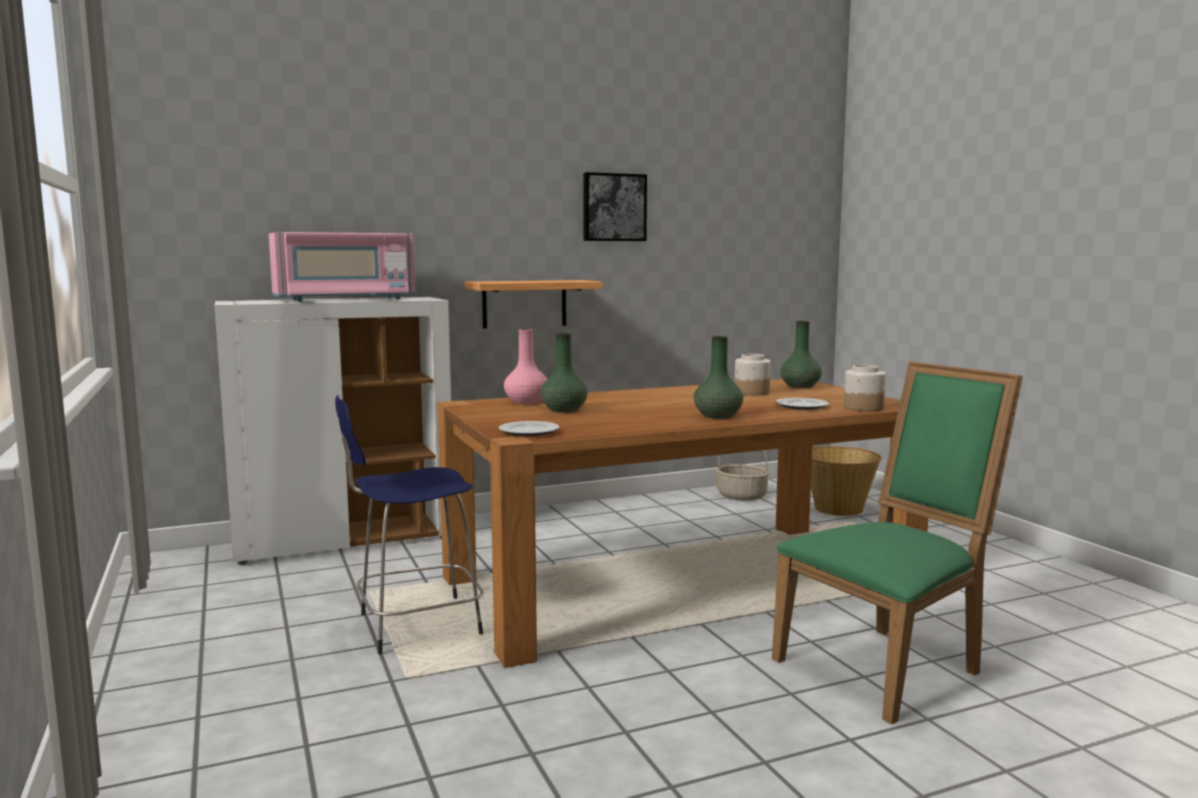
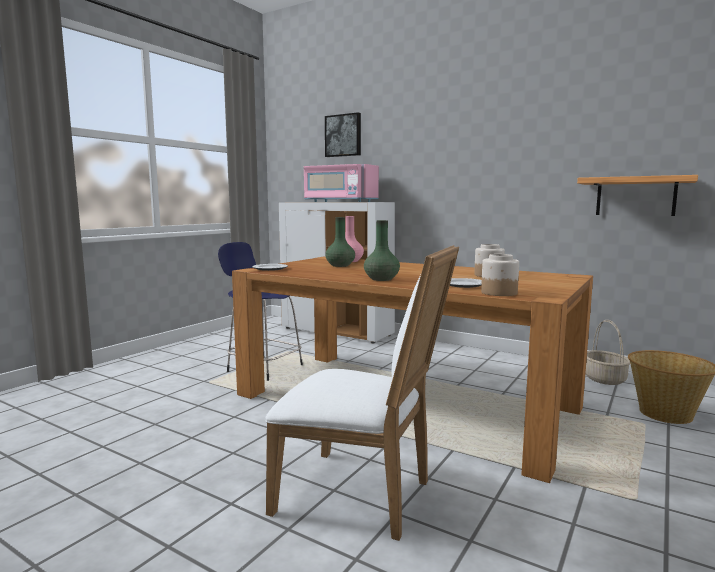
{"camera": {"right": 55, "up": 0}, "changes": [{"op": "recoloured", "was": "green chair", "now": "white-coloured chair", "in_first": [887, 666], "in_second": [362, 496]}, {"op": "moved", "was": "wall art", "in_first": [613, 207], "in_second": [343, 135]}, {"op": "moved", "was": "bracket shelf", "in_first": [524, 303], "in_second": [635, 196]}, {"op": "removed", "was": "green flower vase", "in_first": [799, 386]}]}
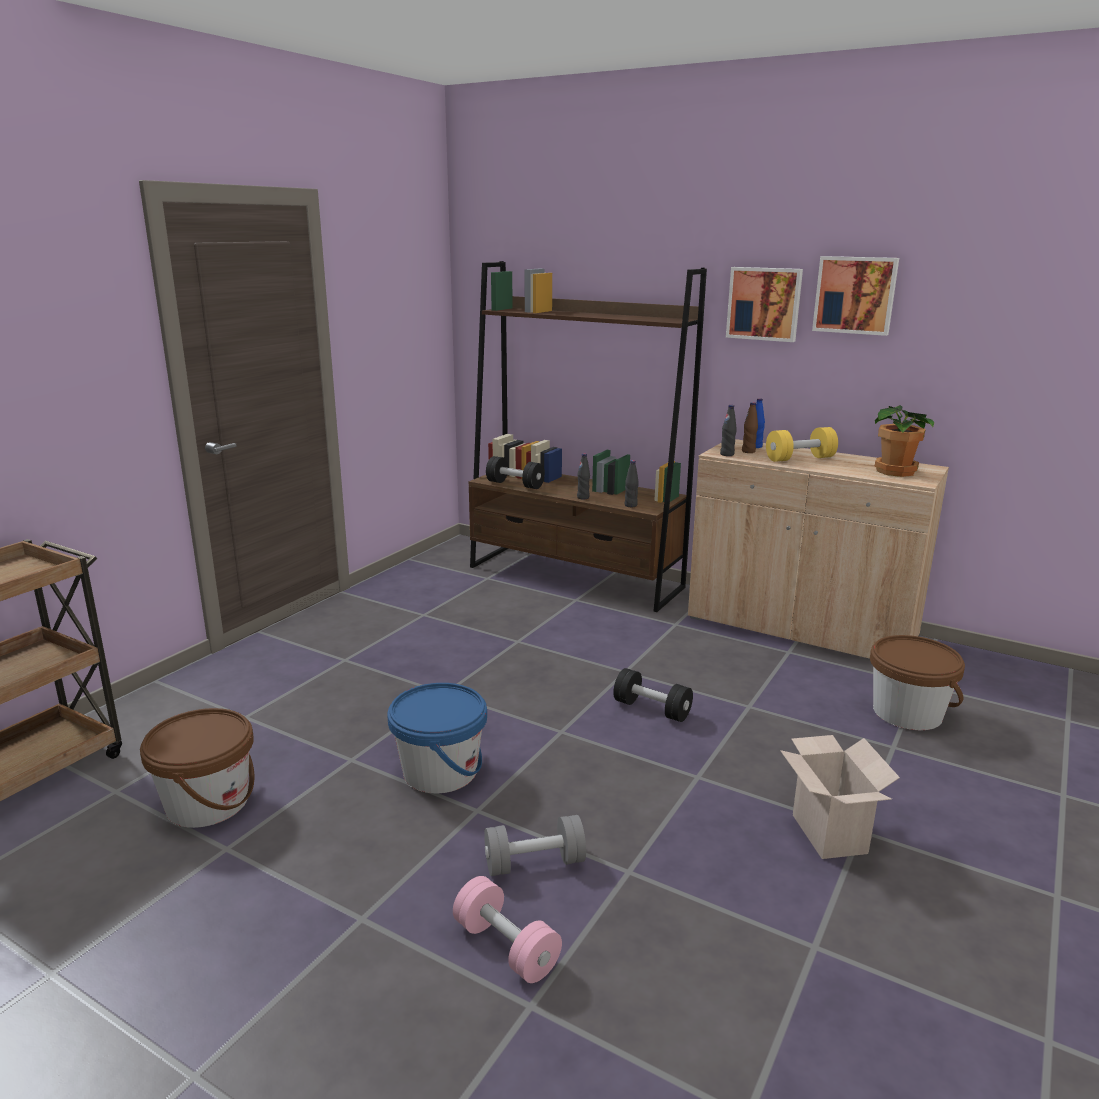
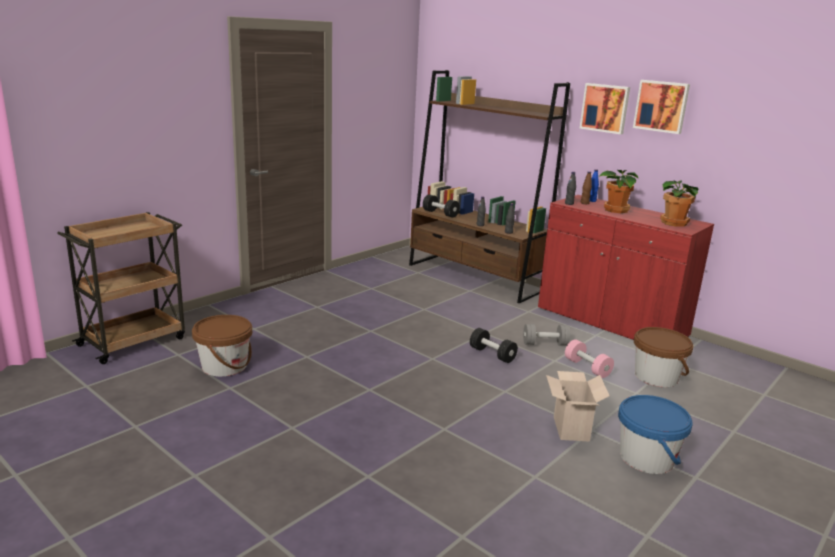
{"camera": {"right": 10, "up": 0}, "changes": [{"op": "moved", "was": "grey dumbbell", "in_first": [534, 863], "in_second": [545, 344]}, {"op": "recoloured", "was": "beige storage cabinet", "now": "reddish storage cabinet", "in_first": [800, 627], "in_second": [611, 322]}, {"op": "moved", "was": "pink-coloured dumbbell", "in_first": [506, 947], "in_second": [587, 368]}, {"op": "replaced", "was": "yellow dumbbell", "now": "houseplant", "in_first": [800, 459], "in_second": [615, 210]}, {"op": "moved", "was": "blue pail", "in_first": [440, 771], "in_second": [646, 458]}]}
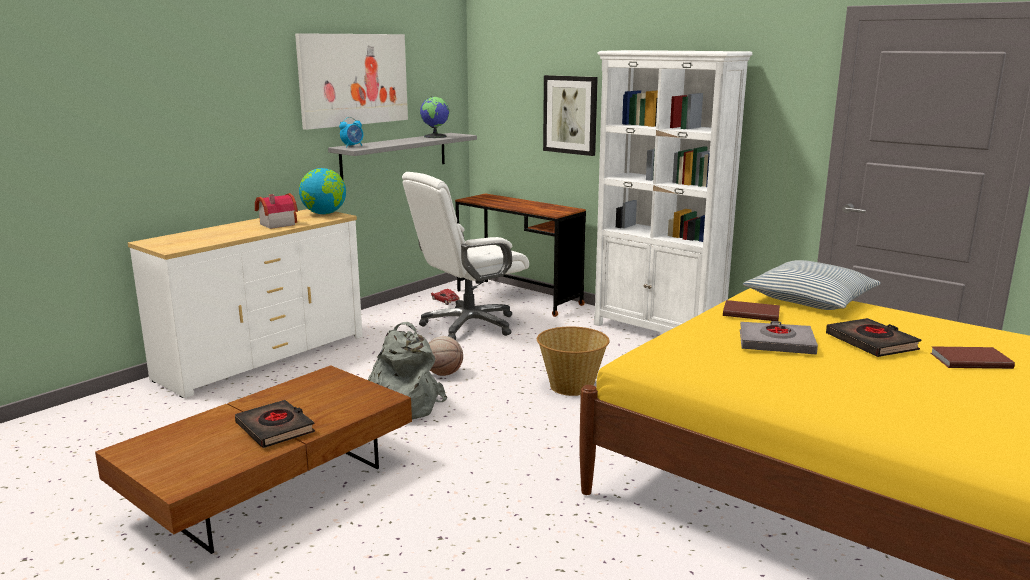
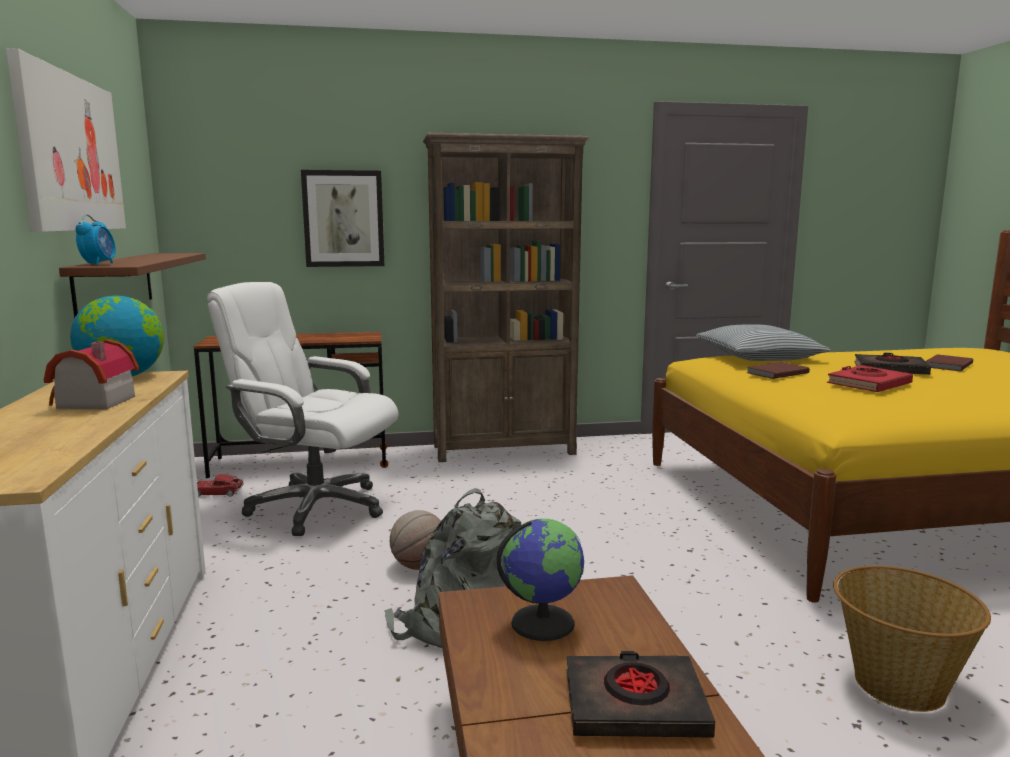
{"camera": {"right": -50, "up": -5}, "changes": [{"op": "recoloured", "was": "grey bracket shelf", "now": "brown bracket shelf", "in_first": [394, 155], "in_second": [115, 285]}, {"op": "turned", "was": "white-coloured computer chair", "in_first": [468, 325], "in_second": [315, 507], "clockwise": 105}, {"op": "recoloured", "was": "white-coloured bookshelf", "now": "brown bookshelf", "in_first": [658, 332], "in_second": [505, 450]}, {"op": "moved", "was": "desk globe", "in_first": [435, 136], "in_second": [542, 622]}, {"op": "recoloured", "was": "grey bound book", "now": "reddish bound book", "in_first": [776, 343], "in_second": [868, 384]}, {"op": "moved", "was": "household basket", "in_first": [571, 386], "in_second": [897, 684]}]}
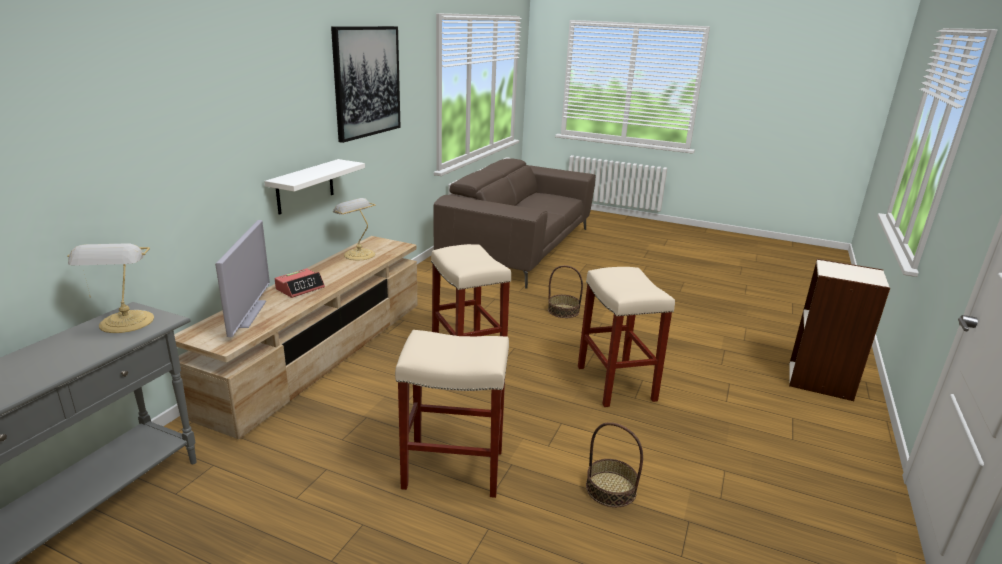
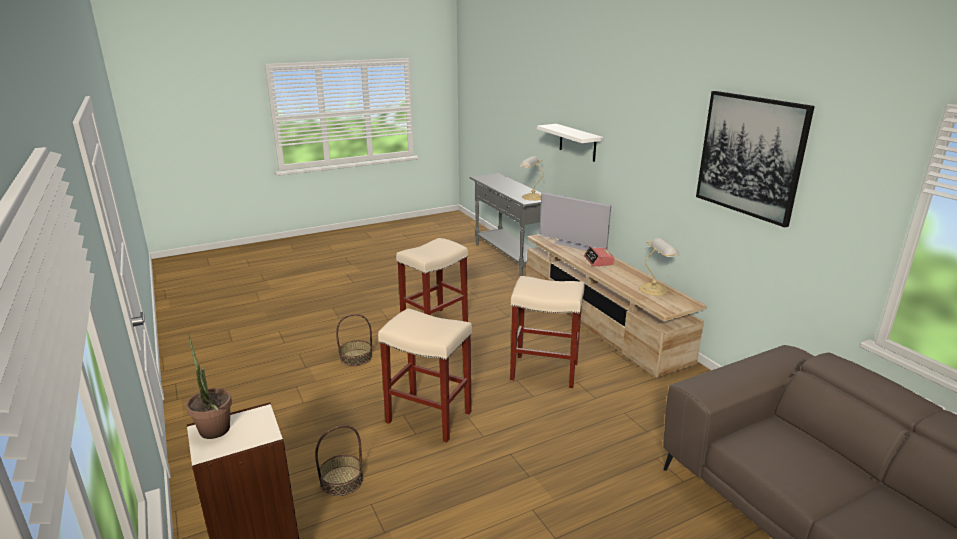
{"camera": {"right": 130, "up": 0}, "changes": [{"op": "added", "now": "houseplant", "in_second": [215, 434]}, {"op": "moved", "was": "household basket", "in_first": [563, 311], "in_second": [342, 481]}, {"op": "moved", "was": "white-coloured bracket shelf", "in_first": [305, 186], "in_second": [577, 142]}]}
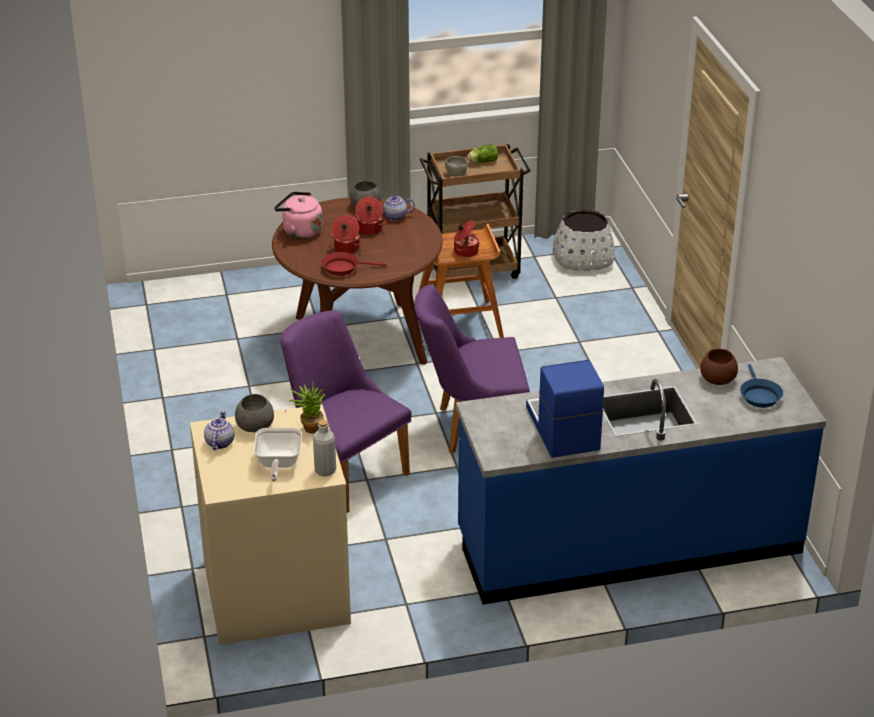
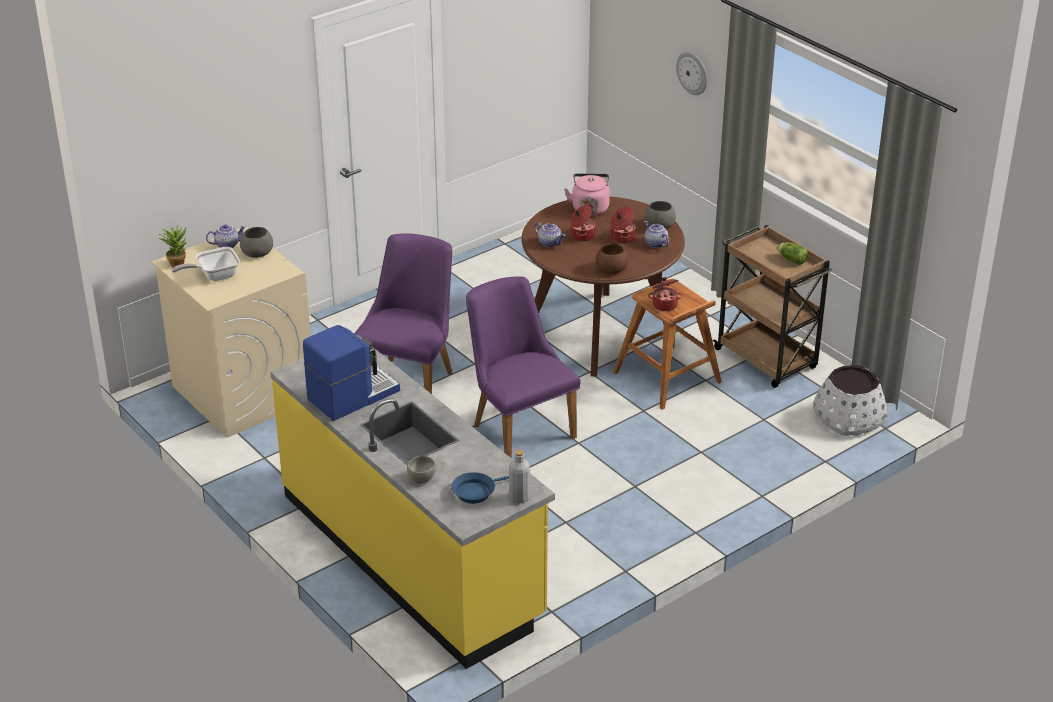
{"camera": {"right": 65, "up": 0}, "changes": [{"op": "moved", "was": "houseplant", "in_first": [309, 427], "in_second": [177, 262]}, {"op": "recoloured", "was": "blue kitchen counter", "now": "yellow kitchen counter", "in_first": [628, 543], "in_second": [412, 556]}, {"op": "moved", "was": "grey serving bowl", "in_first": [456, 174], "in_second": [421, 478]}, {"op": "moved", "was": "grey beverage bottle", "in_first": [325, 470], "in_second": [519, 498]}, {"op": "replaced", "was": "reddish frying pan", "now": "pot for tea", "in_first": [343, 268], "in_second": [550, 243]}, {"op": "moved", "was": "brown serving bowl", "in_first": [717, 379], "in_second": [610, 269]}, {"op": "added", "now": "clock on the wall", "in_second": [692, 73]}]}
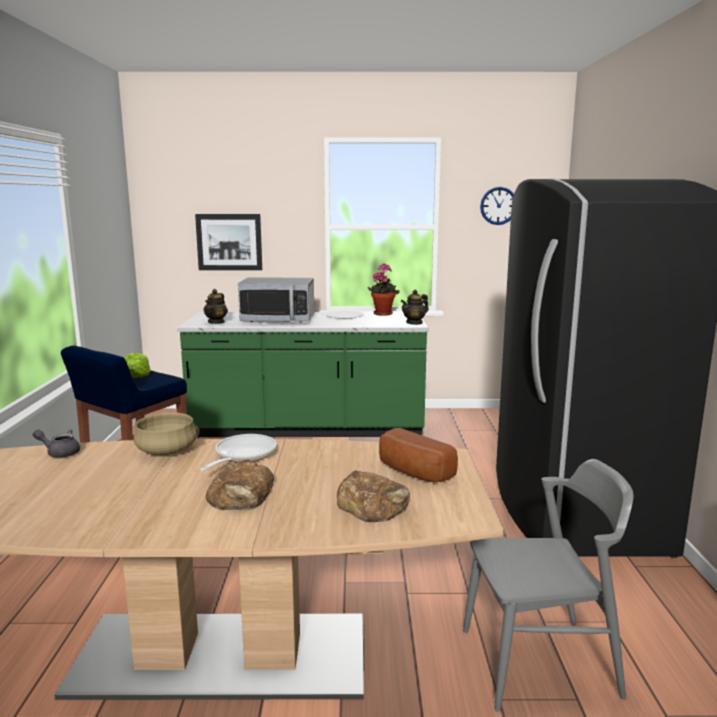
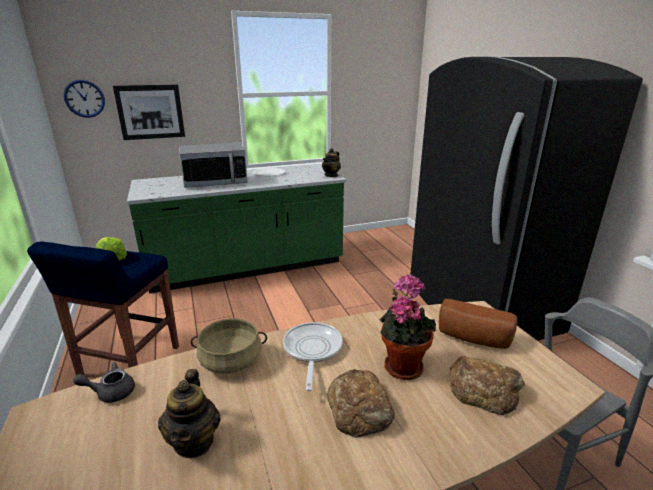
{"camera": {"right": -20, "up": 10}, "changes": [{"op": "moved", "was": "clock on the wall", "in_first": [498, 206], "in_second": [84, 98]}, {"op": "moved", "was": "pot for tea", "in_first": [216, 322], "in_second": [194, 441]}, {"op": "moved", "was": "houseplant", "in_first": [383, 313], "in_second": [402, 365]}]}
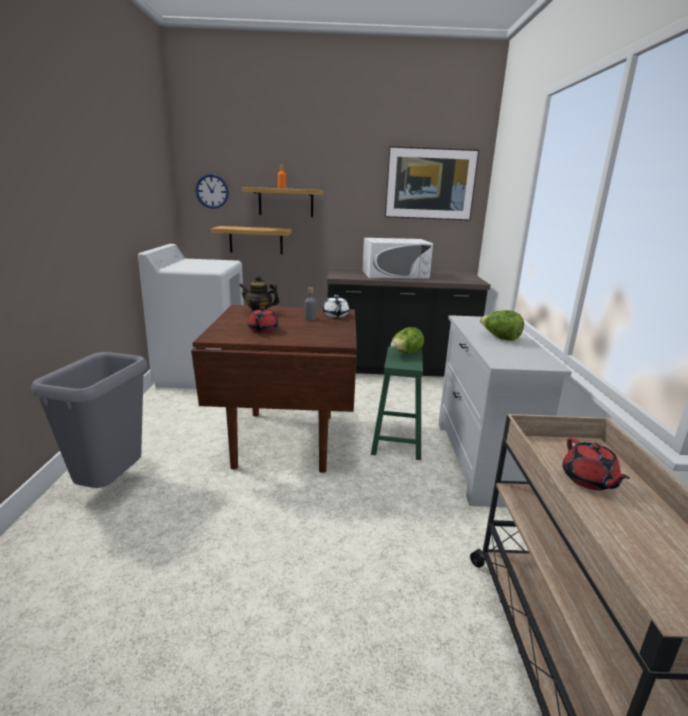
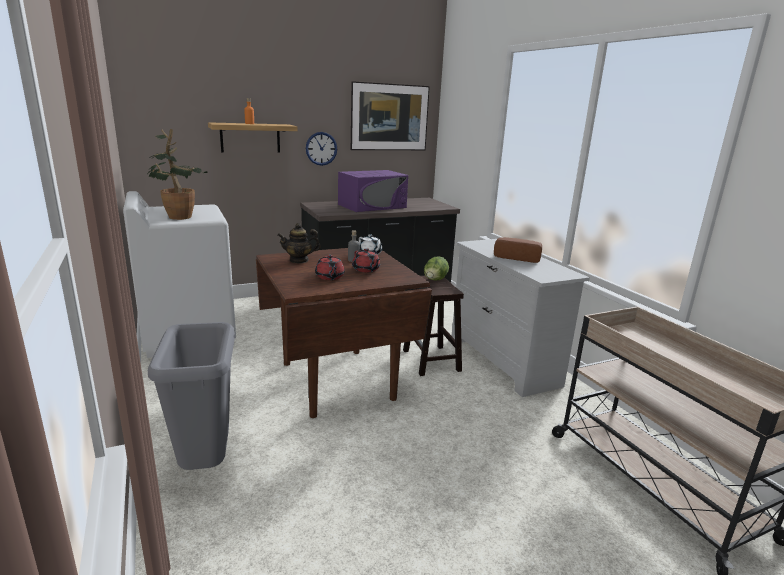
{"camera": {"right": -25, "up": 0}, "changes": [{"op": "added", "now": "houseplant", "in_second": [178, 216]}, {"op": "moved", "was": "clock on the wall", "in_first": [212, 191], "in_second": [321, 148]}, {"op": "recoloured", "was": "white-coloured kitchen microwave", "now": "purplish kitchen microwave", "in_first": [395, 274], "in_second": [372, 206]}, {"op": "moved", "was": "reddish pot for tea", "in_first": [589, 480], "in_second": [366, 270]}, {"op": "recoloured", "was": "green stool", "now": "brown stool", "in_first": [397, 442], "in_second": [432, 361]}, {"op": "replaced", "was": "head of lettuce", "now": "baked bread", "in_first": [499, 338], "in_second": [517, 257]}, {"op": "removed", "was": "bracket shelf", "in_first": [256, 240]}]}
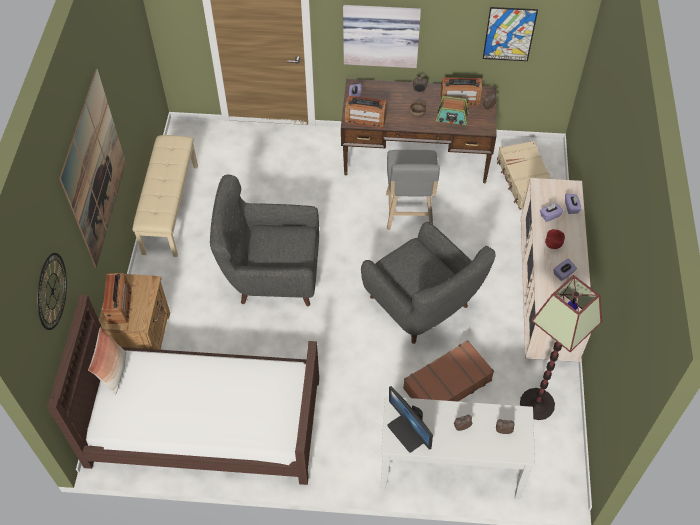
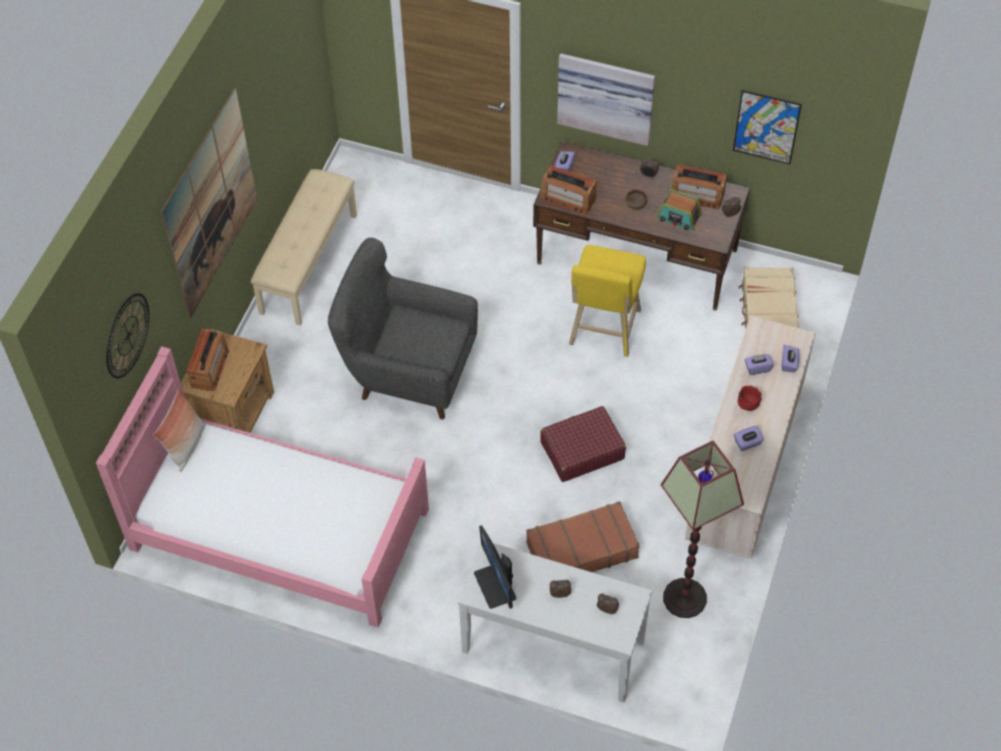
{"camera": {"right": 15, "up": 0}, "changes": [{"op": "recoloured", "was": "brown sleeping bed", "now": "pink-coloured sleeping bed", "in_first": [204, 422], "in_second": [278, 528]}, {"op": "replaced", "was": "grey easy chair", "now": "reddish suitcase", "in_first": [422, 307], "in_second": [581, 450]}, {"op": "recoloured", "was": "grey stool", "now": "yellow stool", "in_first": [409, 214], "in_second": [603, 331]}]}
